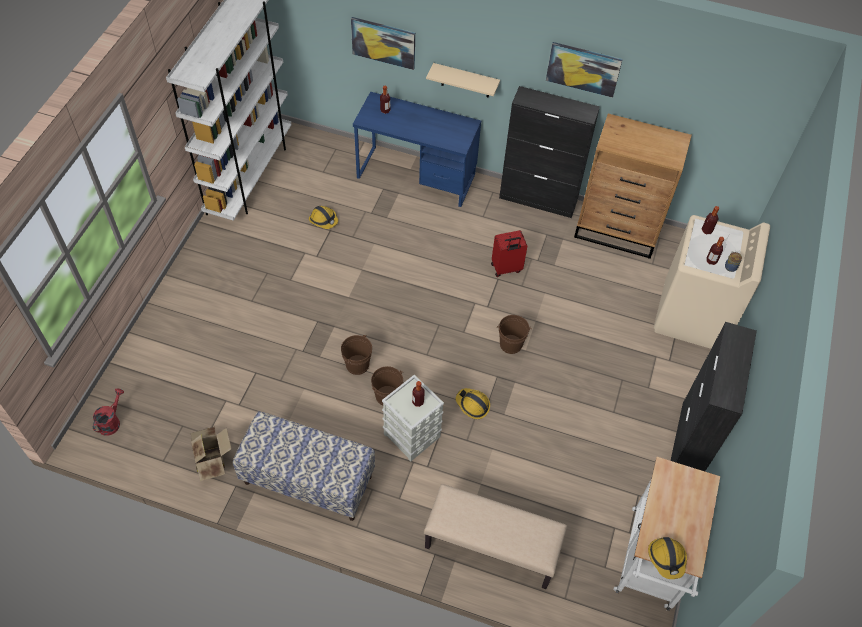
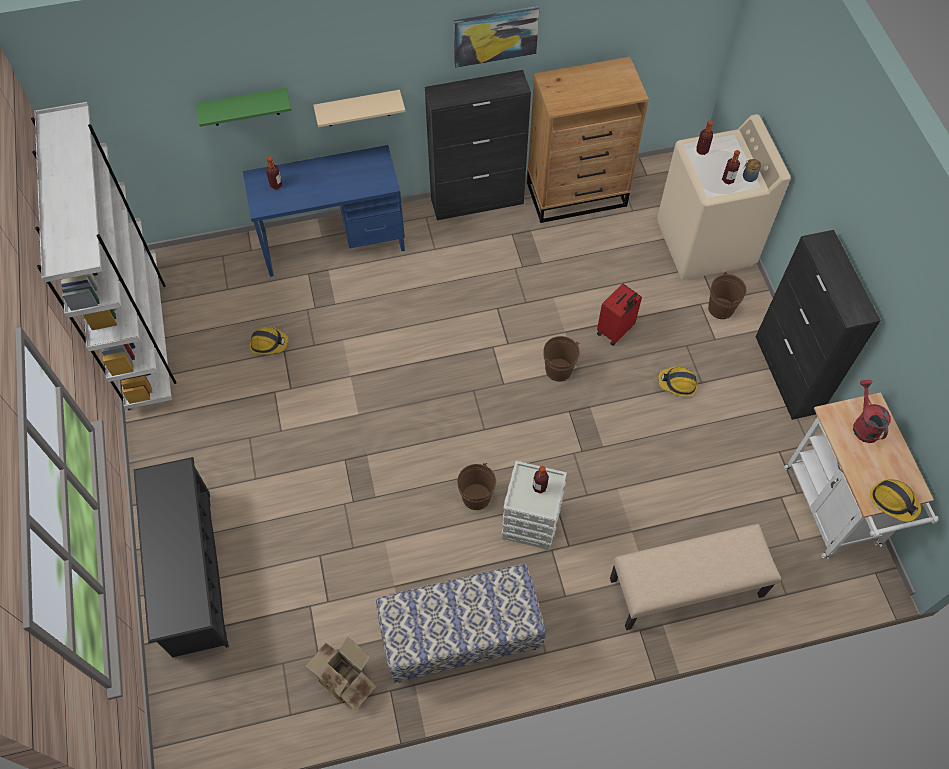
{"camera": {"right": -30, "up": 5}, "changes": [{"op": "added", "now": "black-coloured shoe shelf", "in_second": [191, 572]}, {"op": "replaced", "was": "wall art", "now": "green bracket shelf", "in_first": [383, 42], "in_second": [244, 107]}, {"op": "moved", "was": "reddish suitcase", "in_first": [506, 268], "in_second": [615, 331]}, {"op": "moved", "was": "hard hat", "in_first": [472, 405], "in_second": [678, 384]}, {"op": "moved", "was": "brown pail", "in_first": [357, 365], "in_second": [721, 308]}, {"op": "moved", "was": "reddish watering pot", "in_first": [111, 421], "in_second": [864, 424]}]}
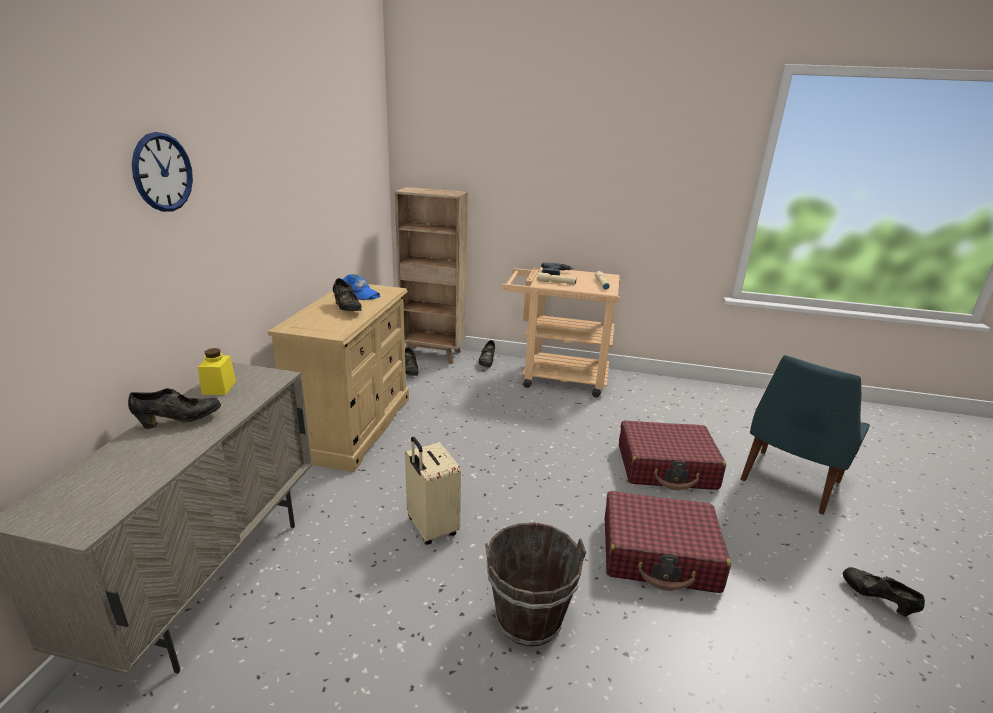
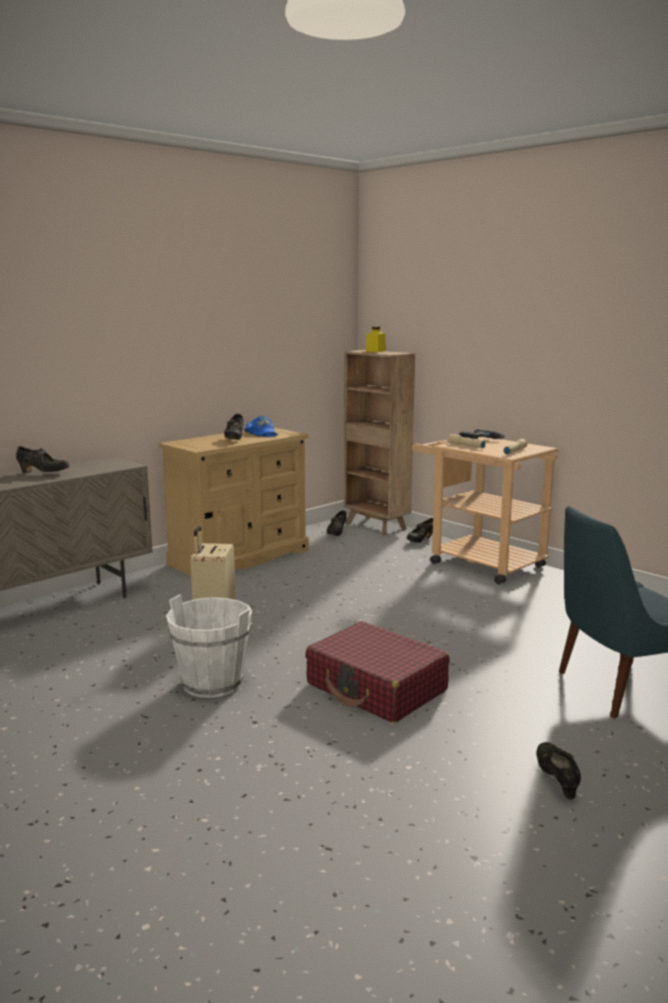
{"camera": {"right": 35, "up": -10}, "changes": [{"op": "recoloured", "was": "brown pail", "now": "white-coloured pail", "in_first": [529, 618], "in_second": [212, 683]}, {"op": "moved", "was": "yellow preserve jar", "in_first": [219, 387], "in_second": [375, 351]}, {"op": "removed", "was": "clock on the wall", "in_first": [162, 172]}, {"op": "removed", "was": "reddish suitcase", "in_first": [666, 467]}]}
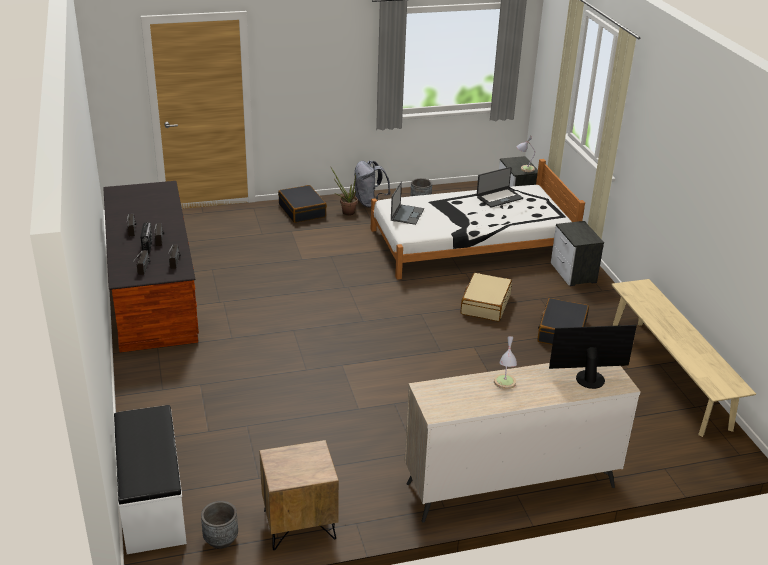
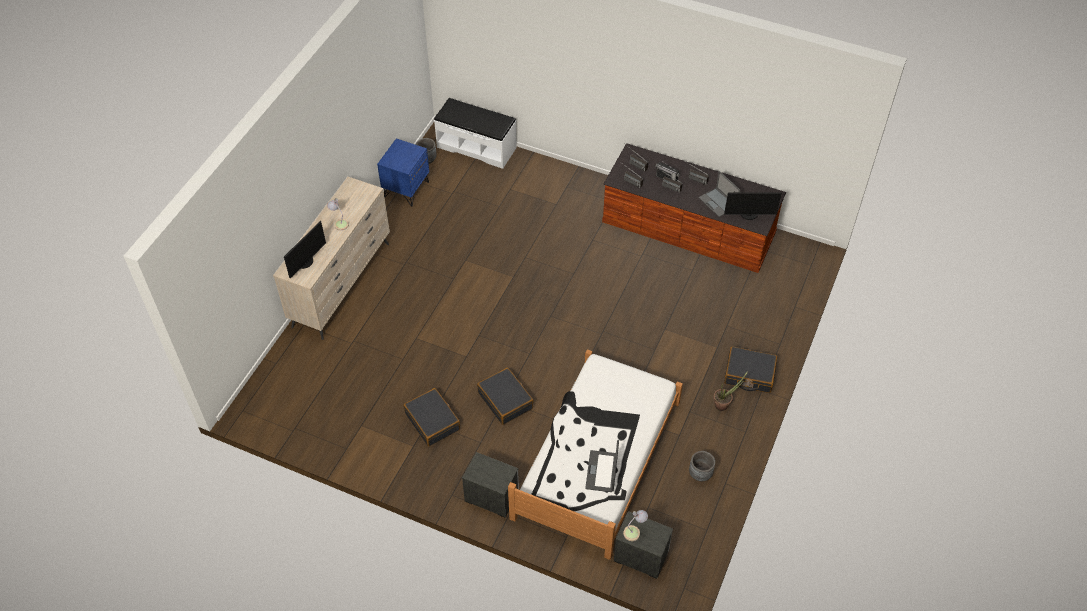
{"camera": {"right": 130, "up": 20}, "changes": [{"op": "recoloured", "was": "brown bedside table", "now": "blue bedside table", "in_first": [299, 525], "in_second": [406, 189]}, {"op": "recoloured", "was": "beige suitcase", "now": "black-coloured suitcase", "in_first": [485, 304], "in_second": [505, 400]}, {"op": "moved", "was": "portable computer", "in_first": [407, 214], "in_second": [718, 202]}, {"op": "added", "now": "computer screen", "in_second": [749, 214]}, {"op": "removed", "was": "grey backpack", "in_first": [369, 202]}, {"op": "removed", "was": "beige bench", "in_first": [668, 375]}]}
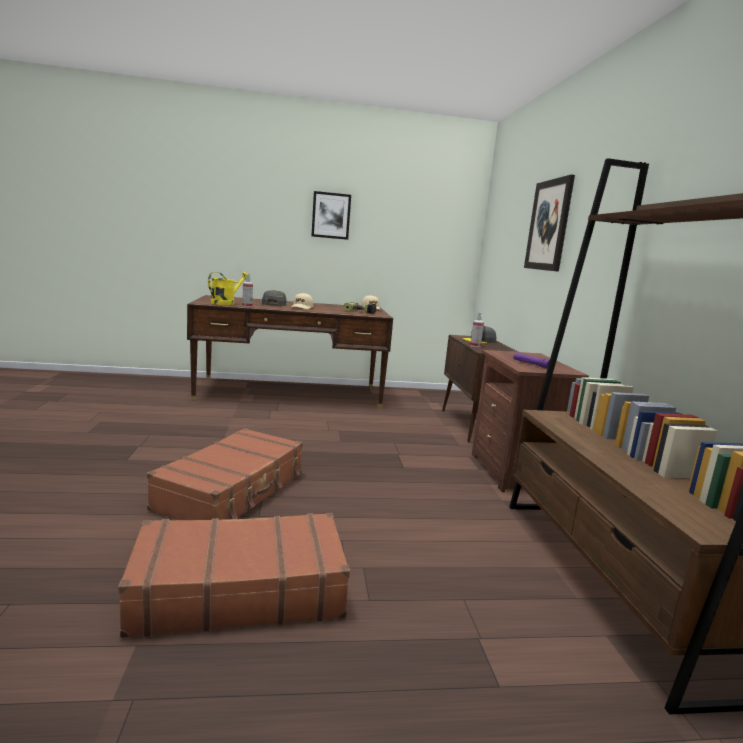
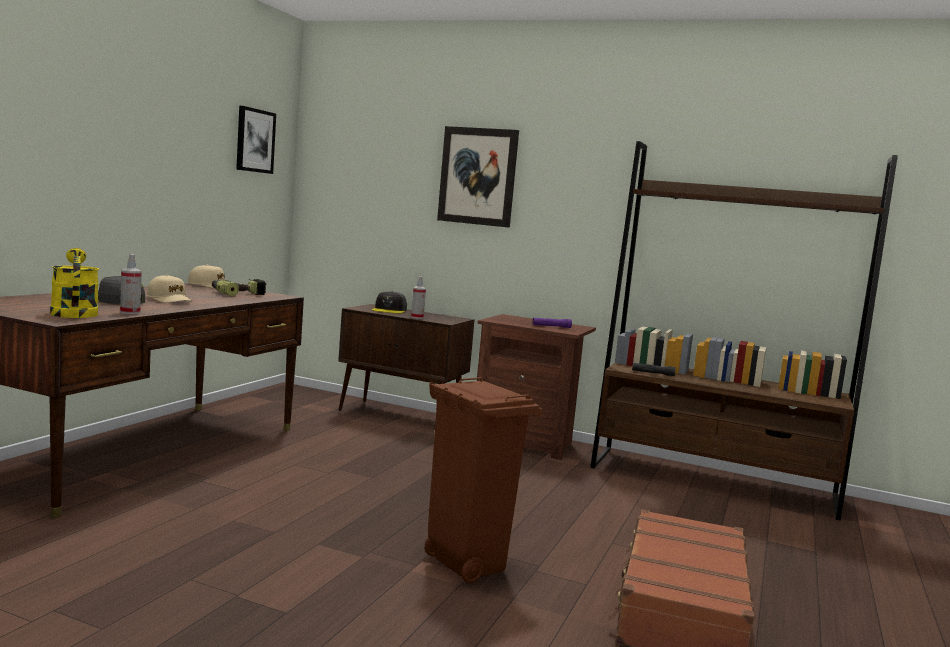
{"camera": {"right": -60, "up": -5}, "changes": [{"op": "moved", "was": "wall art", "in_first": [331, 215], "in_second": [255, 140]}, {"op": "replaced", "was": "brown suitcase", "now": "brown waste bin", "in_first": [233, 491], "in_second": [465, 564]}, {"op": "added", "now": "black-coloured hand torch", "in_second": [652, 373]}]}
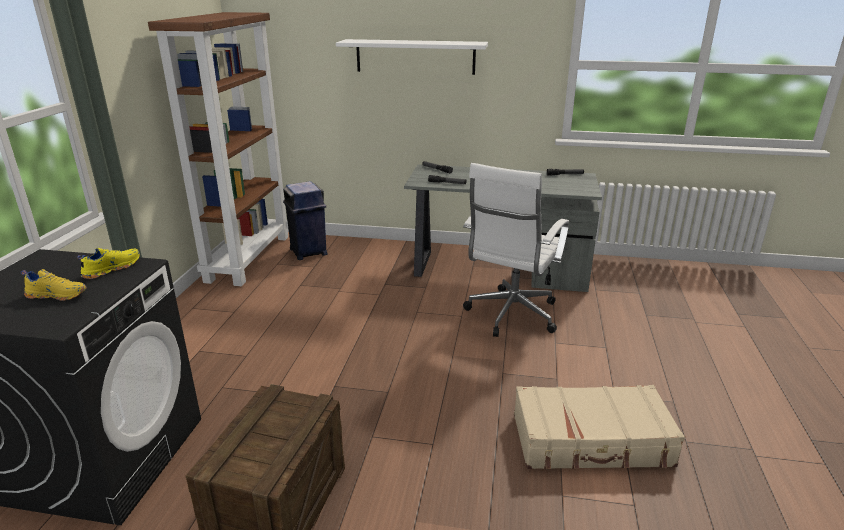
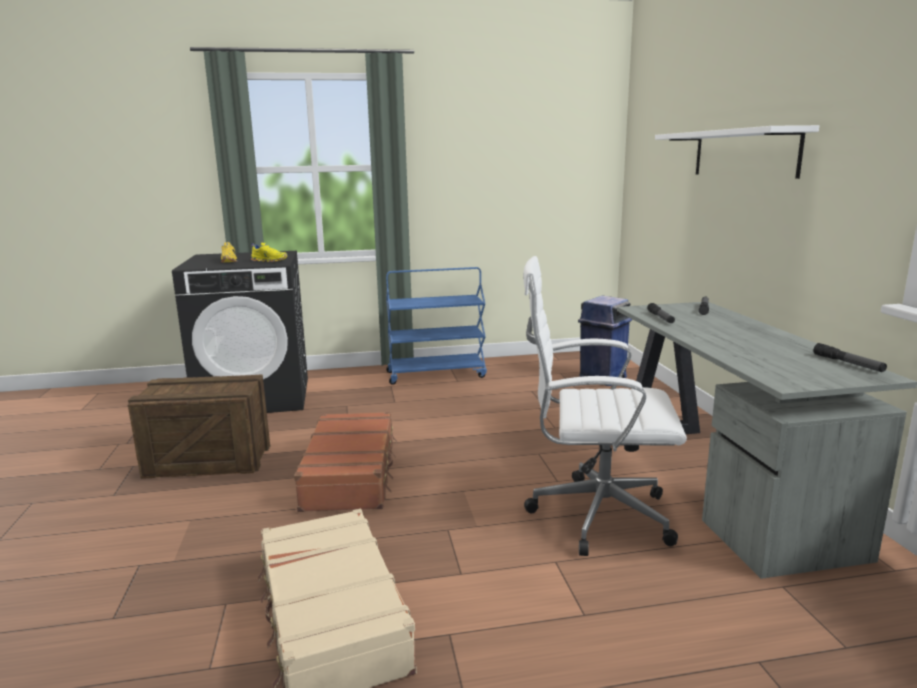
{"camera": {"right": 70, "up": -10}, "changes": [{"op": "added", "now": "brown suitcase", "in_second": [351, 474]}, {"op": "added", "now": "blue wheeled cart", "in_second": [436, 374]}, {"op": "removed", "was": "brown bookshelf", "in_first": [248, 257]}]}
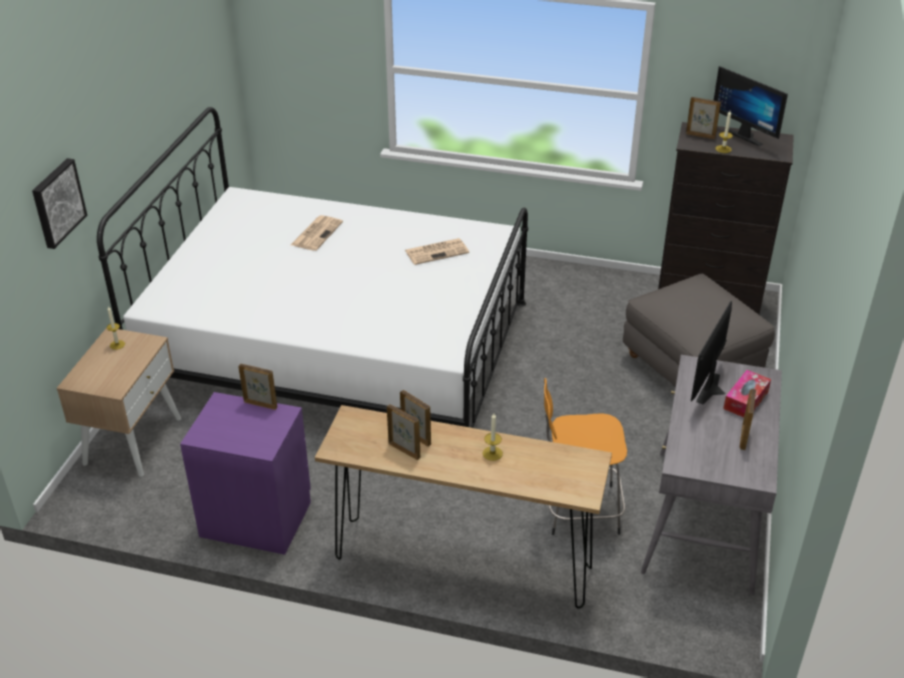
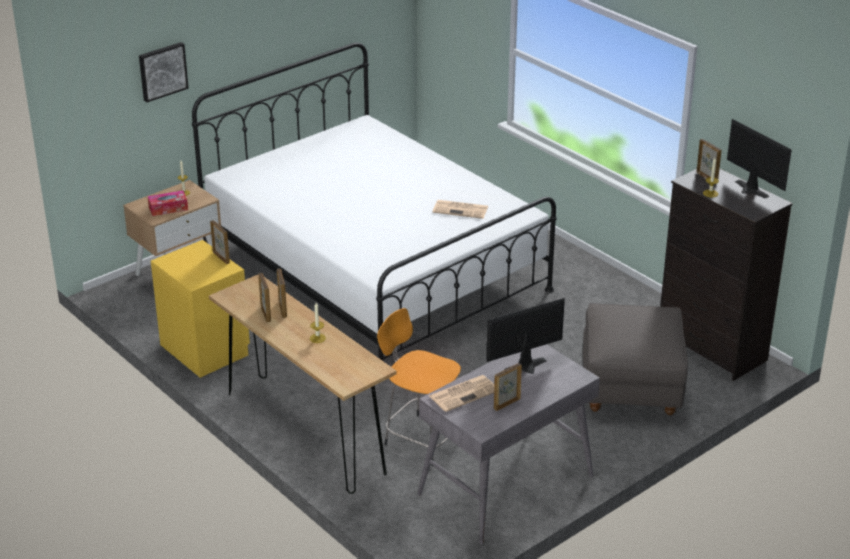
{"camera": {"right": 35, "up": -5}, "changes": [{"op": "moved", "was": "tissue holder", "in_first": [745, 400], "in_second": [168, 208]}, {"op": "recoloured", "was": "purplish bedside table", "now": "yellow bedside table", "in_first": [256, 517], "in_second": [206, 349]}, {"op": "moved", "was": "daily paper", "in_first": [317, 233], "in_second": [464, 393]}, {"op": "turned", "was": "computer screen", "in_first": [747, 135], "in_second": [748, 190], "clockwise": 150}]}
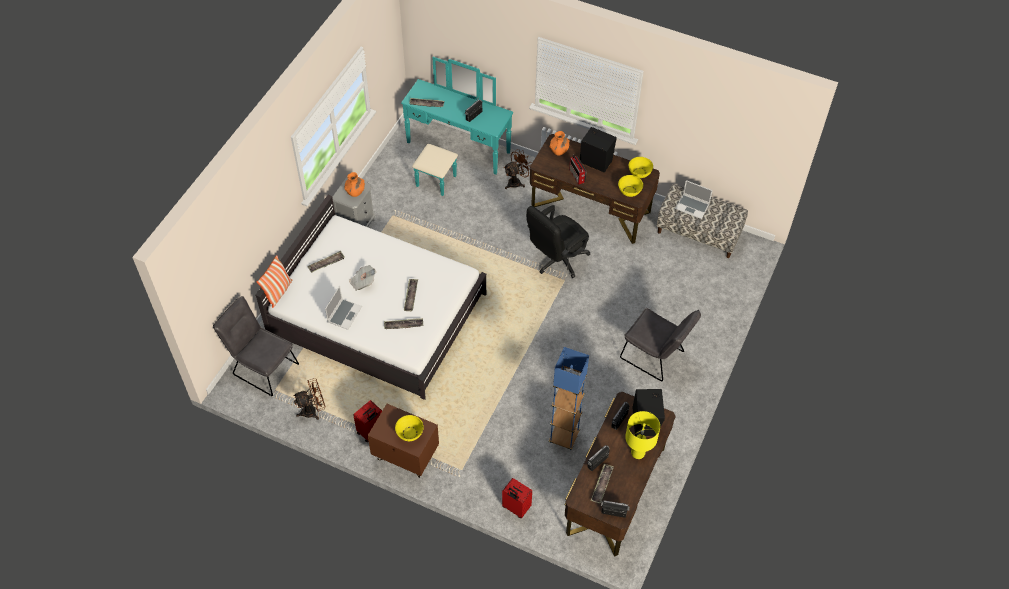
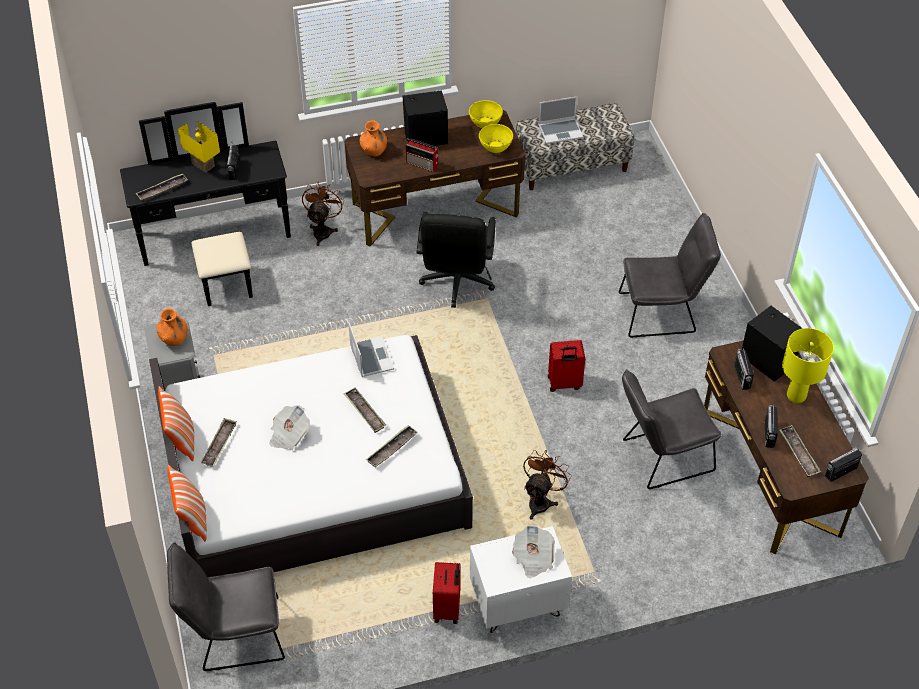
{"camera": {"right": -40, "up": -5}, "changes": [{"op": "recoloured", "was": "turquoise-coloured drawer chest", "now": "black-coloured drawer chest", "in_first": [453, 155], "in_second": [217, 246]}, {"op": "added", "now": "cushion", "in_second": [181, 439]}, {"op": "added", "now": "yellow tabletop lamp", "in_second": [202, 165]}, {"op": "moved", "was": "portable computer", "in_first": [344, 314], "in_second": [370, 357]}, {"op": "recoloured", "was": "brown bedside table", "now": "white-coloured bedside table", "in_first": [405, 456], "in_second": [517, 605]}, {"op": "replaced", "was": "yellow serving bowl", "now": "daily paper", "in_first": [410, 433], "in_second": [533, 558]}, {"op": "moved", "was": "brown cooling fan", "in_first": [313, 410], "in_second": [541, 500]}, {"op": "moved", "was": "reddish suitcase", "in_first": [515, 508], "in_second": [564, 384]}, {"op": "replaced", "was": "blue standard lamp", "now": "grey chair", "in_first": [564, 437], "in_second": [661, 457]}]}
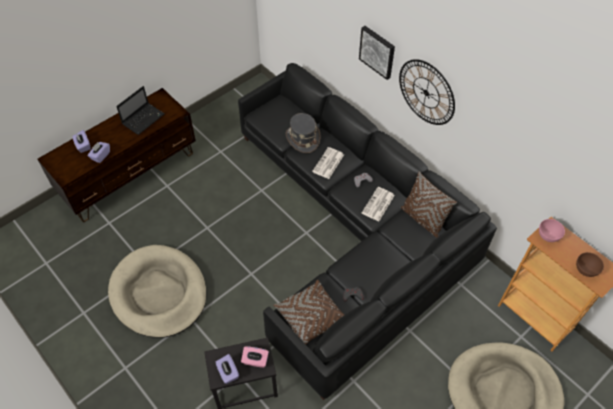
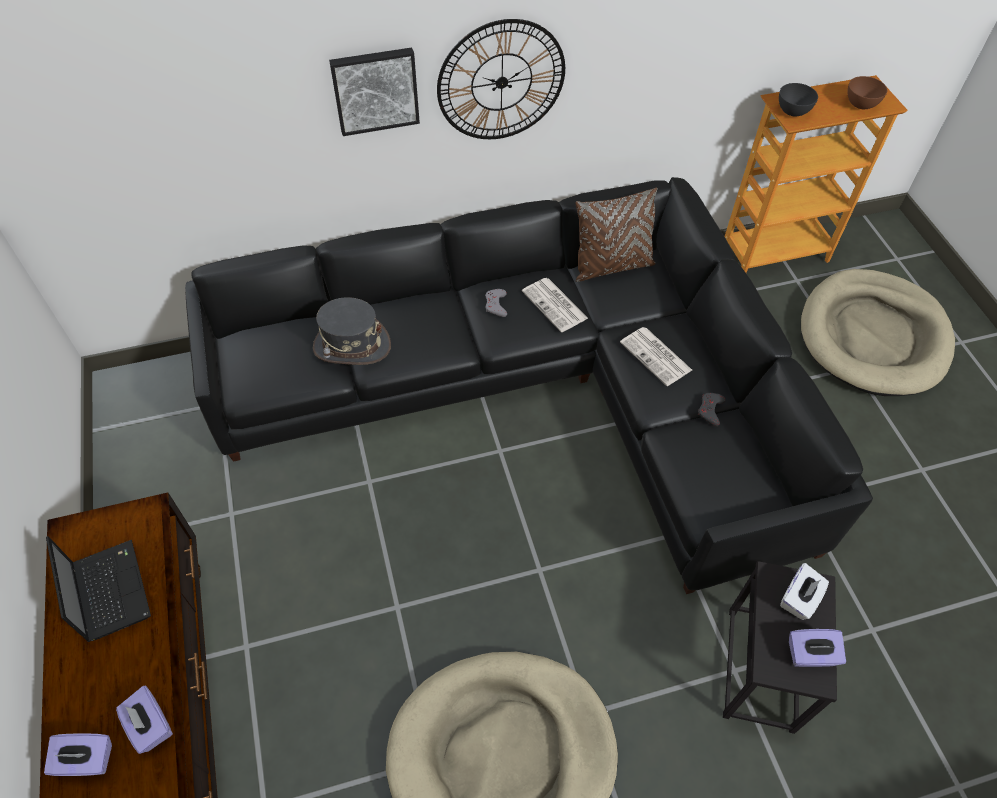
{"camera": {"right": -65, "up": 0}, "changes": [{"op": "moved", "was": "daily paper", "in_first": [328, 163], "in_second": [656, 357]}, {"op": "recoloured", "was": "pink-coloured serving bowl", "now": "grey serving bowl", "in_first": [547, 236], "in_second": [792, 111]}, {"op": "recoloured", "was": "pink-coloured tissue holder", "now": "white-coloured tissue holder", "in_first": [255, 360], "in_second": [799, 599]}, {"op": "removed", "was": "brown cushion", "in_first": [310, 317]}]}
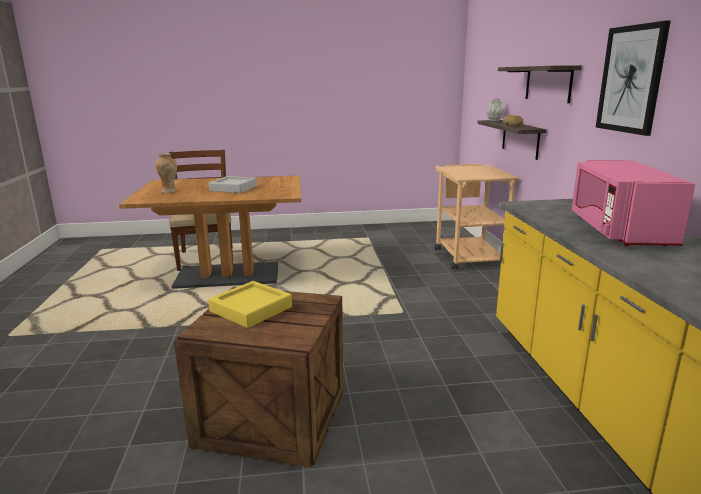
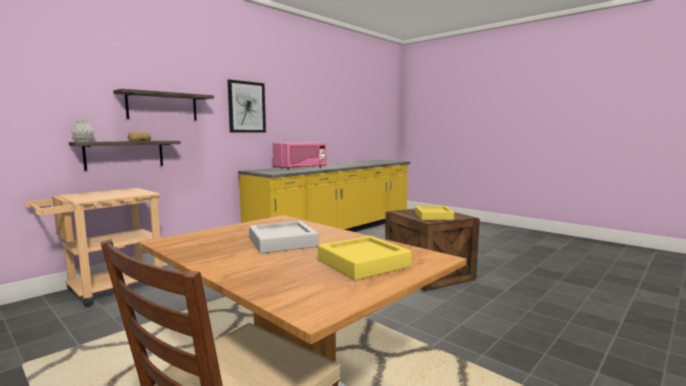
{"camera": {"right": -130, "up": -10}, "changes": [{"op": "replaced", "was": "flower vase", "now": "yellow carrying tray", "in_first": [169, 191], "in_second": [363, 263]}]}
